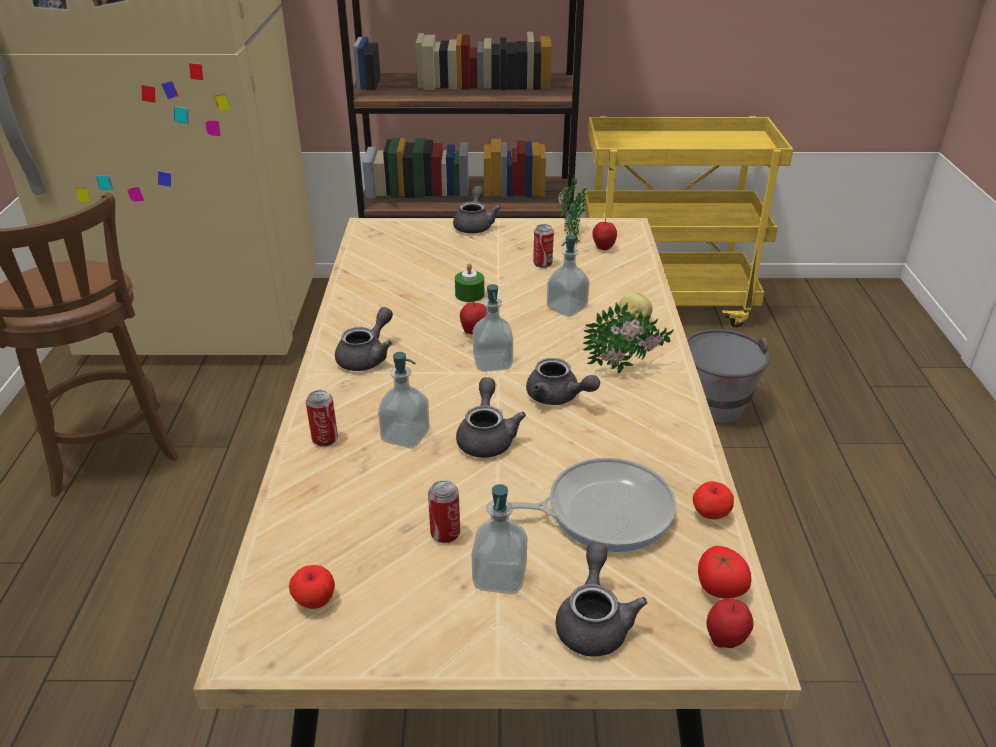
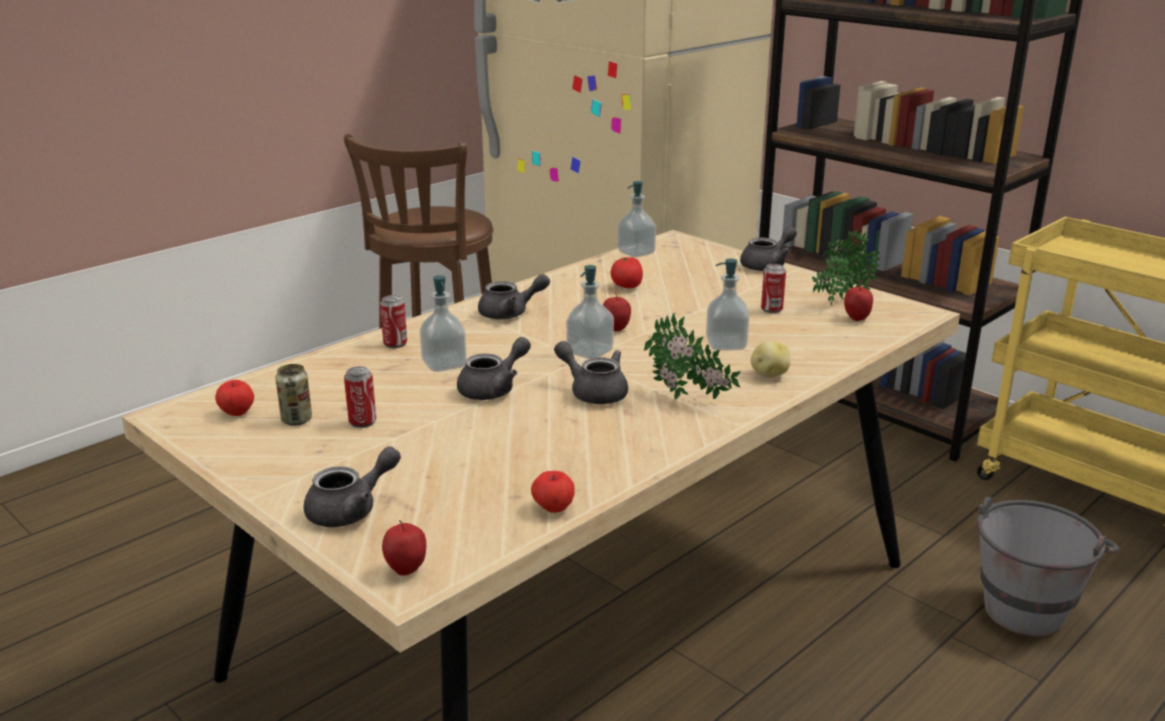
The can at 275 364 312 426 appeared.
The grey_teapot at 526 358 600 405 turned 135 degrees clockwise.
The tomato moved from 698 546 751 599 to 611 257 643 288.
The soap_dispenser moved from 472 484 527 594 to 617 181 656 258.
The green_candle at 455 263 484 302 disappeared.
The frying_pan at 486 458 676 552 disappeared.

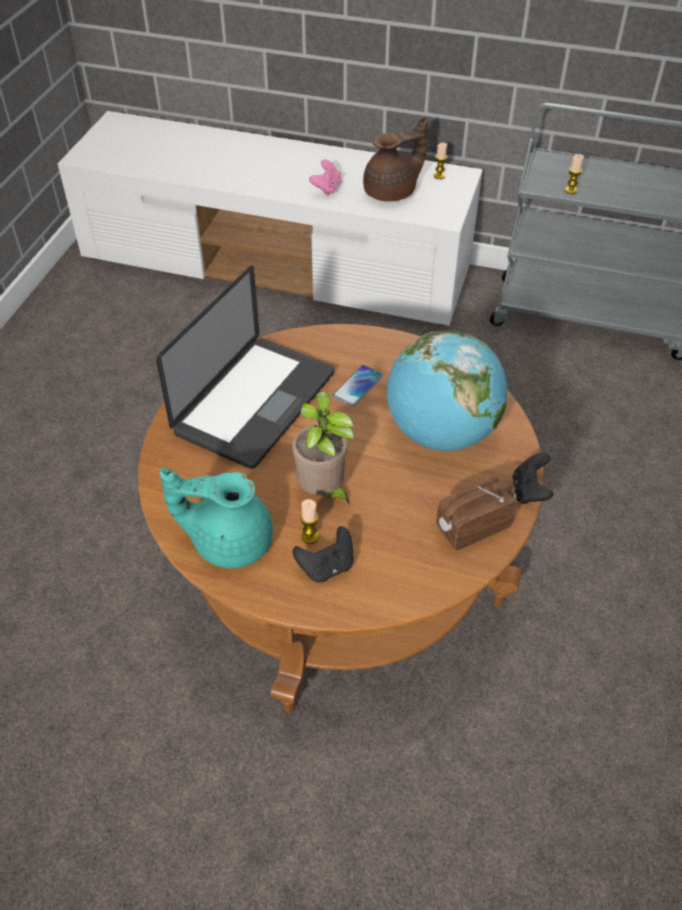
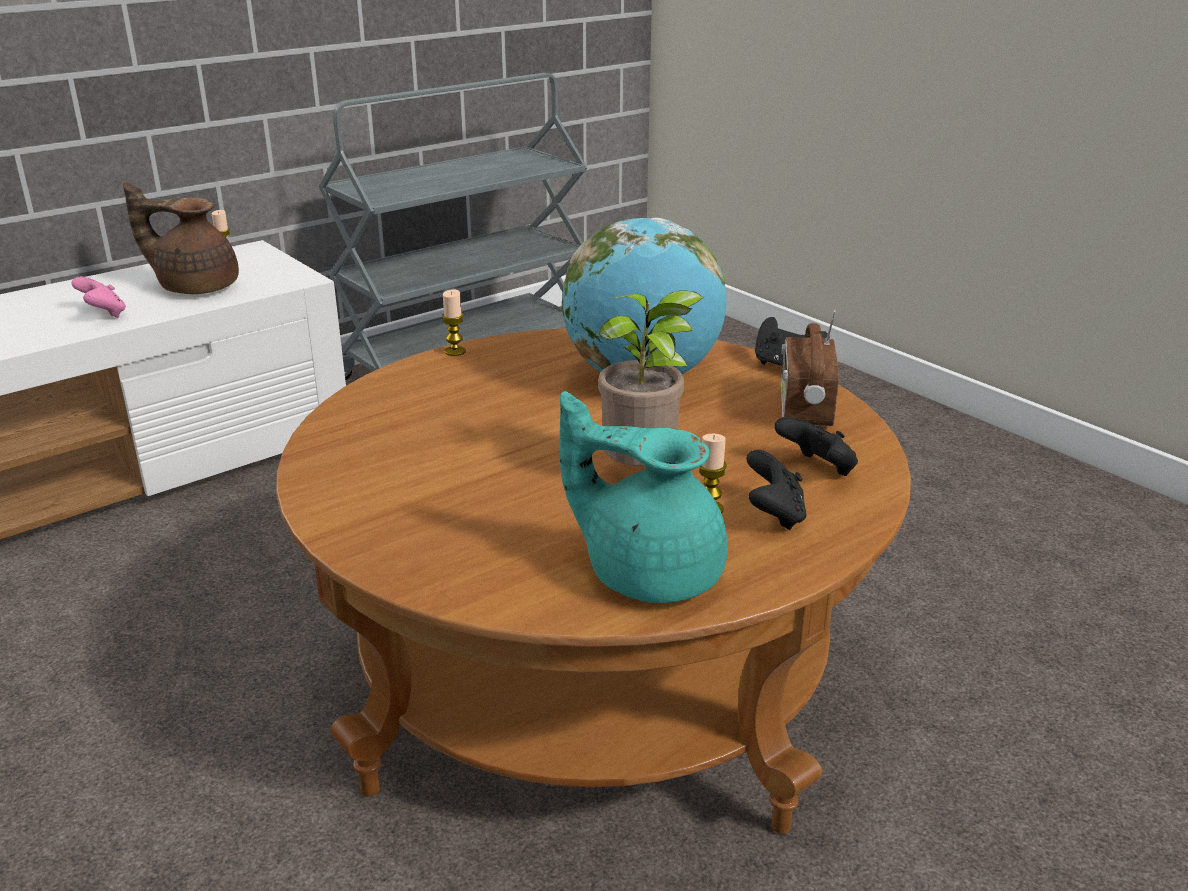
The brown_teapot at 363 116 428 202 turned 90 degrees counterclockwise.
The candle moved from 565 154 584 194 to 442 289 466 356.
The turquoise_teapot at 160 468 273 569 turned 75 degrees clockwise.
The black_game_controller at 774 417 858 476 appeared.
The laptop at 156 266 334 469 disappeared.
The phone at 333 365 383 407 disappeared.

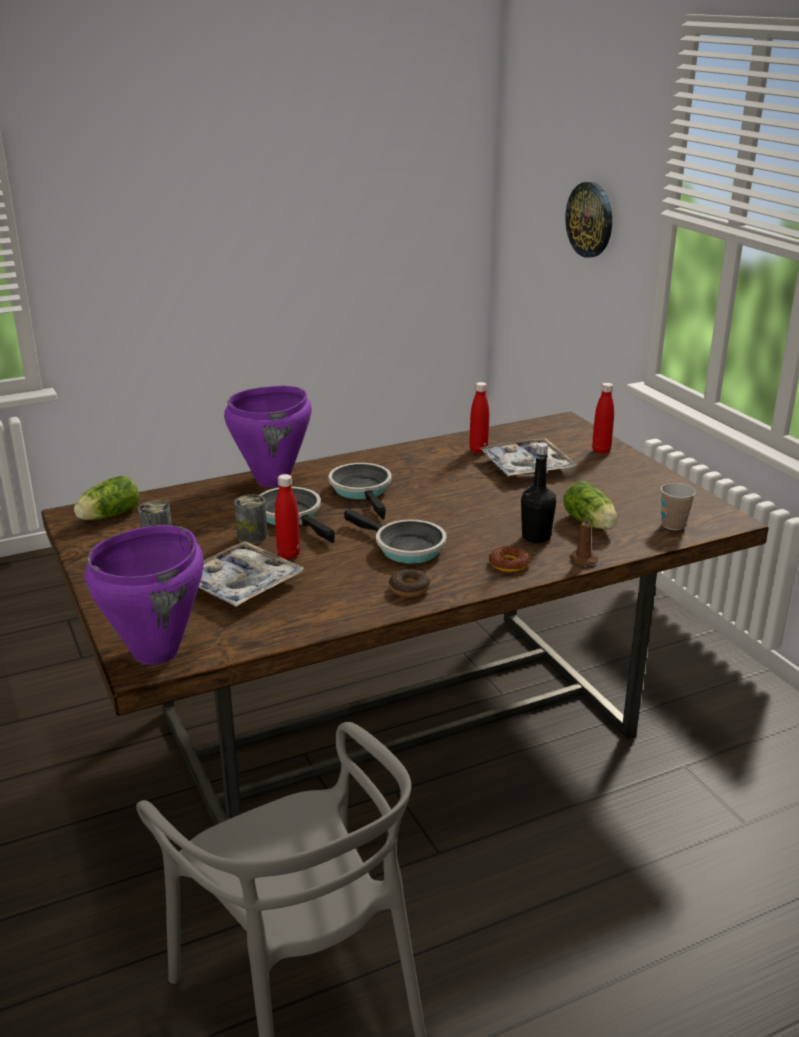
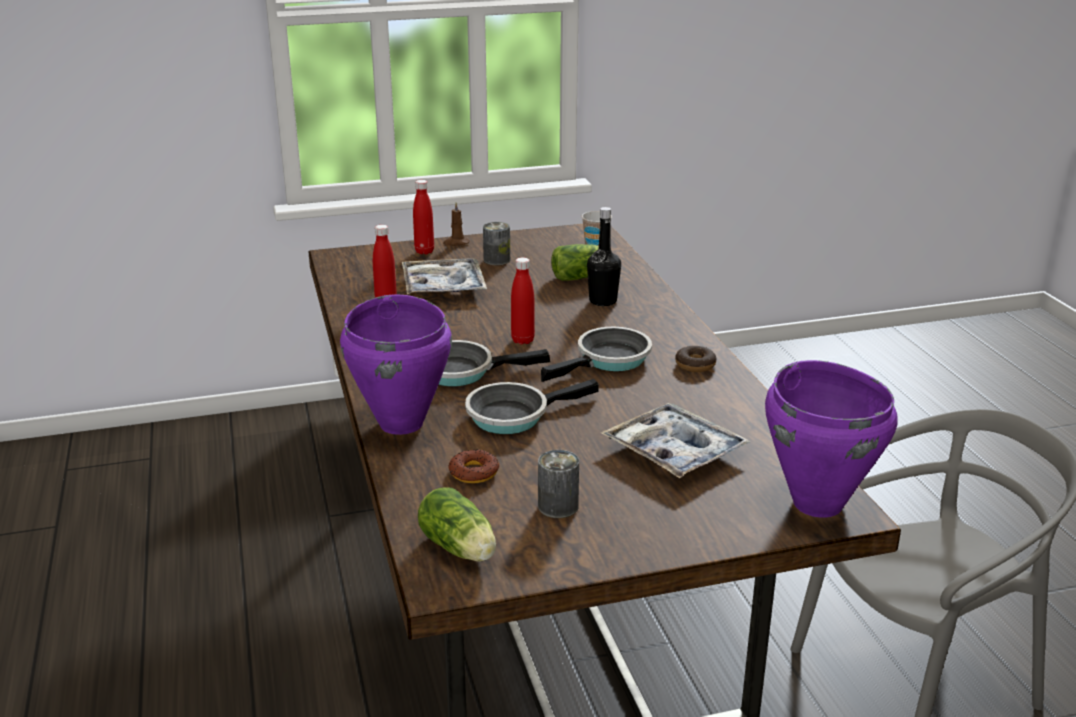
The brown_candle moved from 569 514 598 566 to 443 203 469 246.
The donut moved from 489 546 531 572 to 448 449 499 483.
The can moved from 234 494 268 544 to 483 222 510 265.
The red_bottle moved from 275 474 300 559 to 511 258 535 345.
The wall_clock at 565 182 612 258 disappeared.

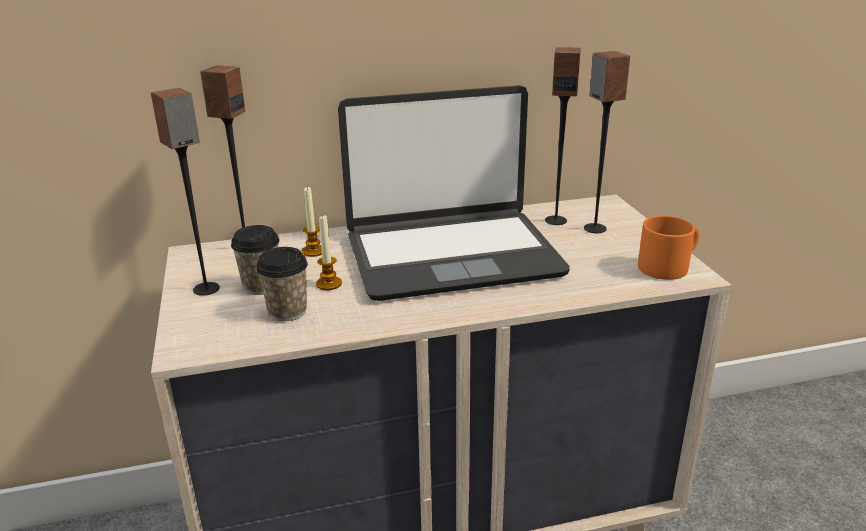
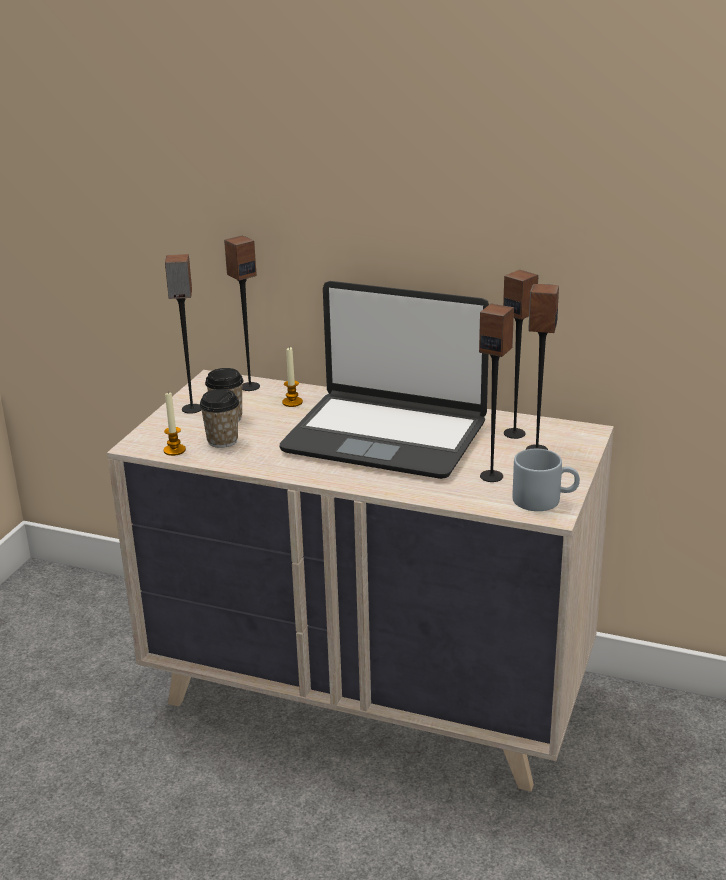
The candle moved from 316 214 342 290 to 163 393 186 456.
The speaker at 479 303 514 482 appeared.
The orange_mug at 638 216 699 280 became the grey_mug at 512 449 580 511.

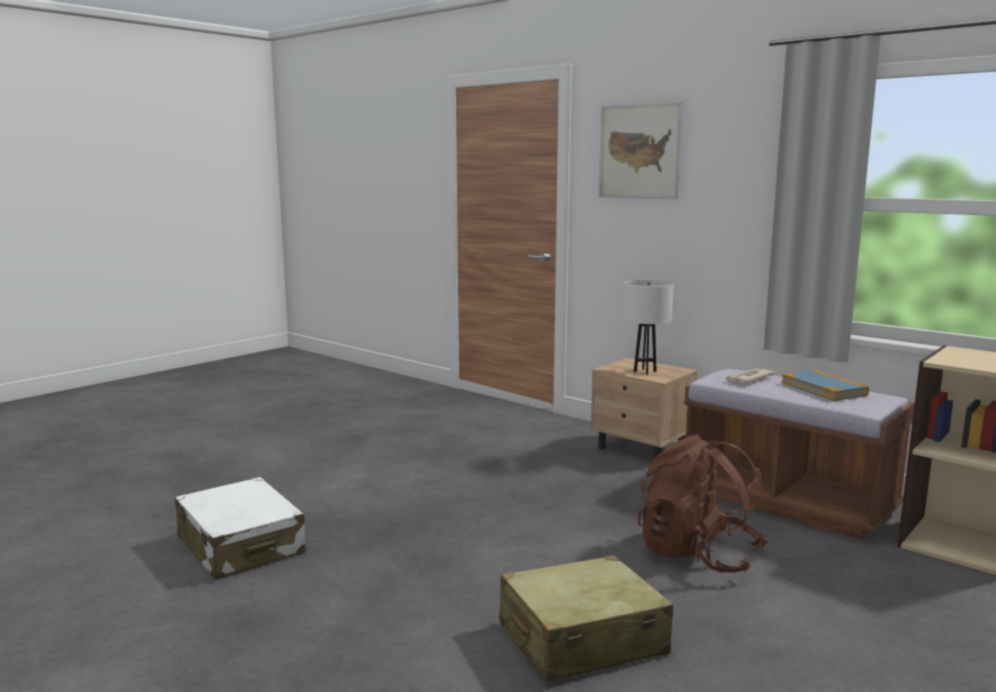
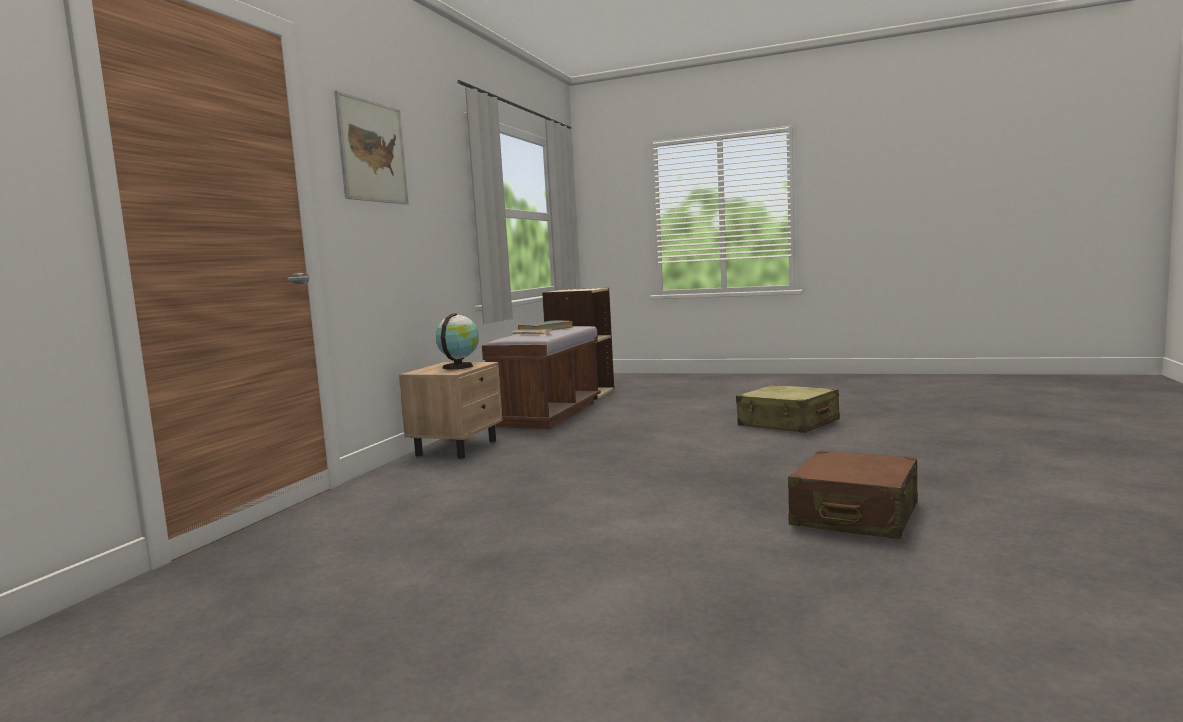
The white_table_lamp at 623 280 674 375 was replaced by the globe at 436 313 479 370.
The white_suitcase at 175 477 306 580 became the brown_suitcase at 788 450 918 539.
The brown_backpack at 638 434 768 573 disappeared.

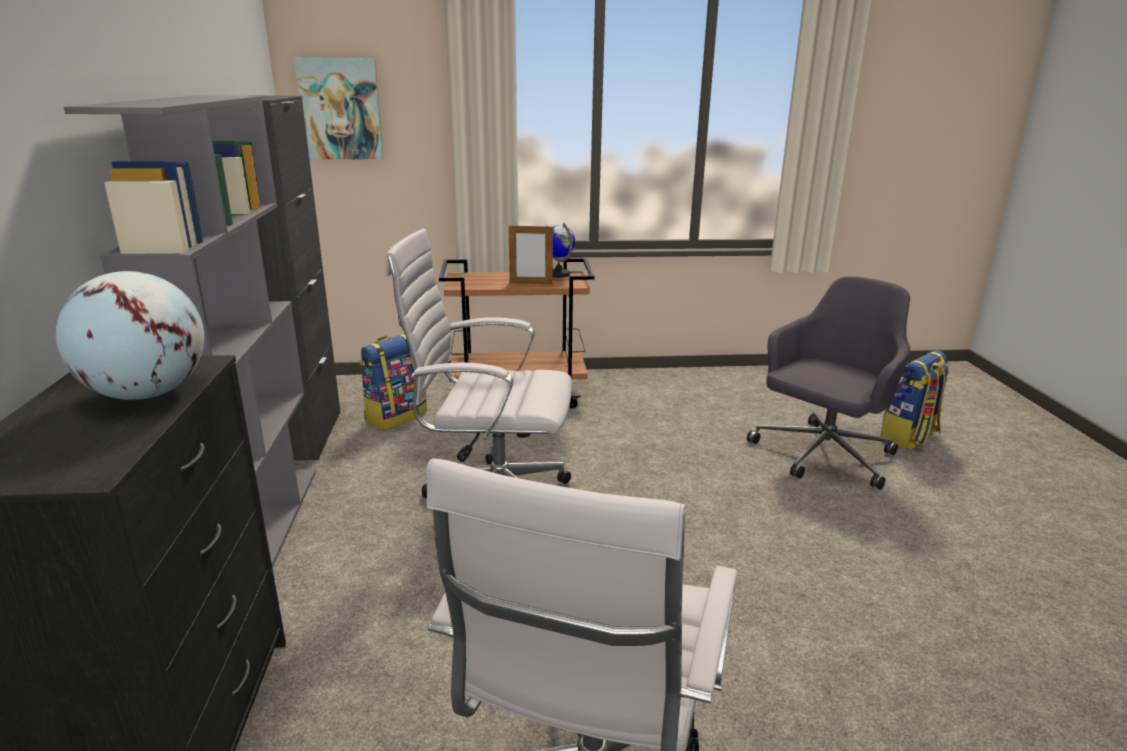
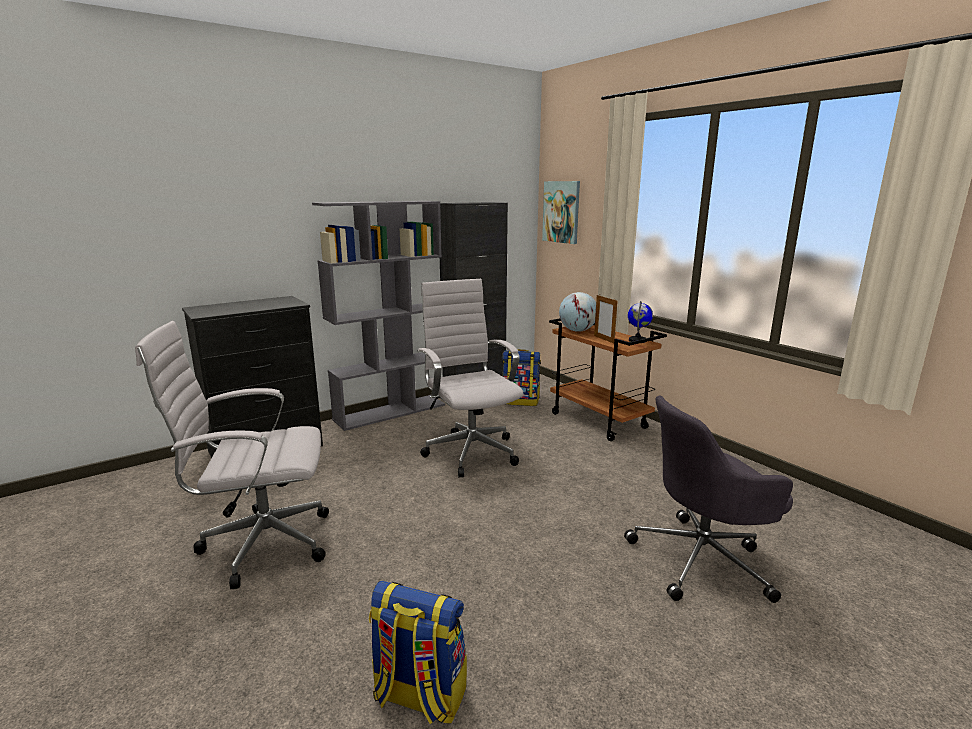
The backpack moved from 880 350 949 450 to 369 581 467 724.
The globe moved from 55 271 204 400 to 559 292 596 332.
The grey_office_chair at 747 276 910 490 turned 150 degrees clockwise.

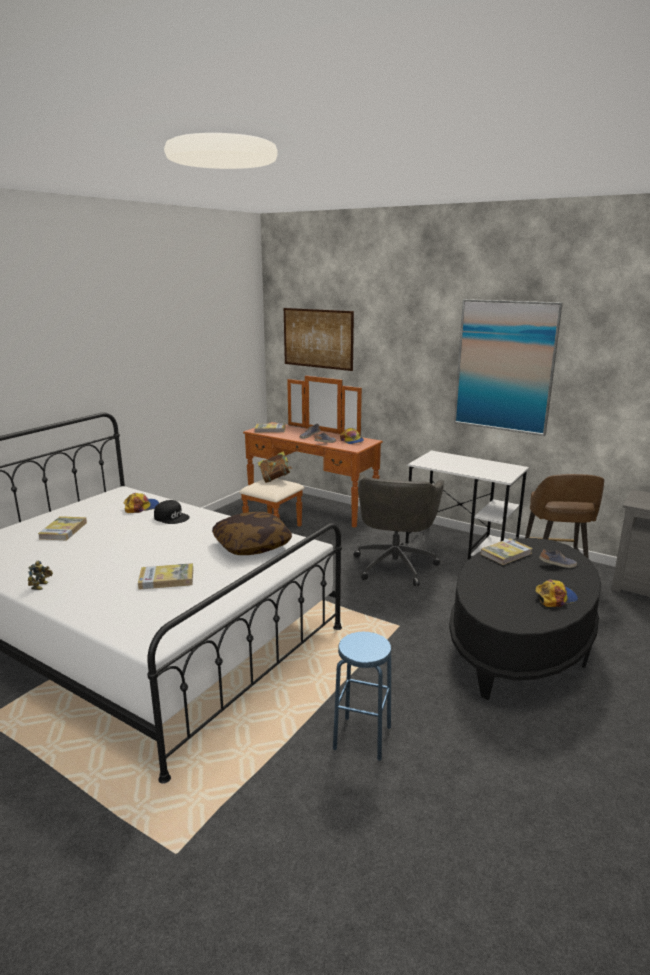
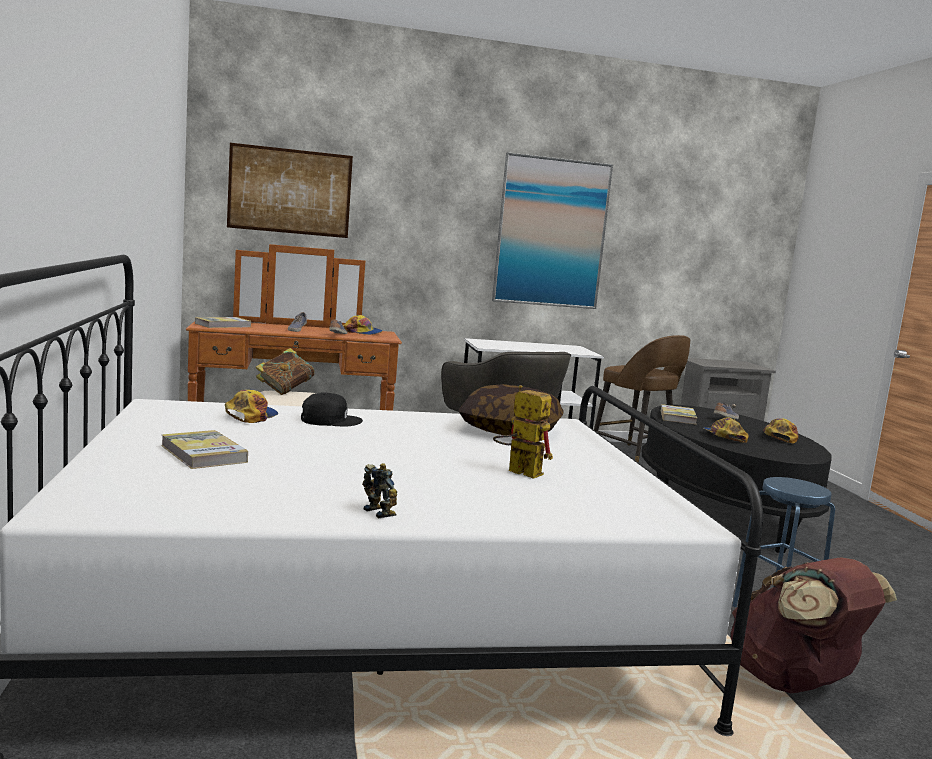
The book at 138 563 193 590 was replaced by the toy_robot at 493 385 553 479.
The cap at 703 417 749 443 appeared.
The brown_backpack at 731 557 897 693 appeared.

